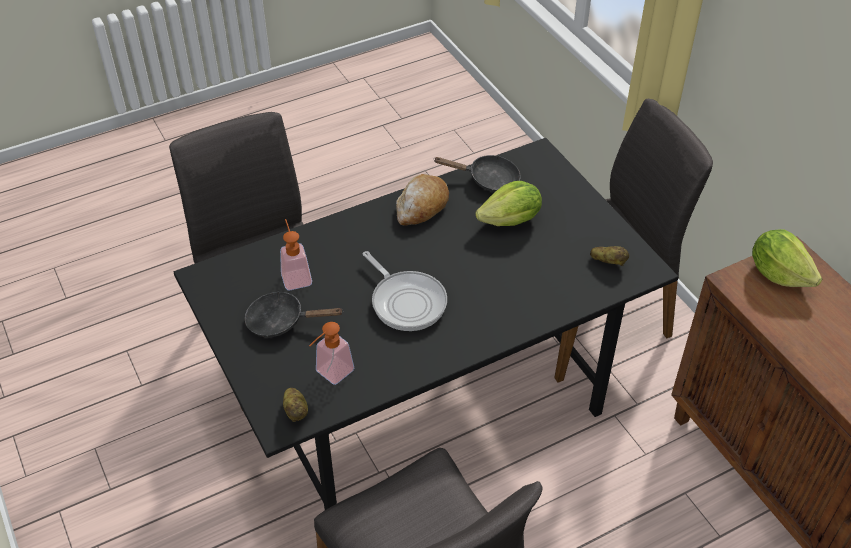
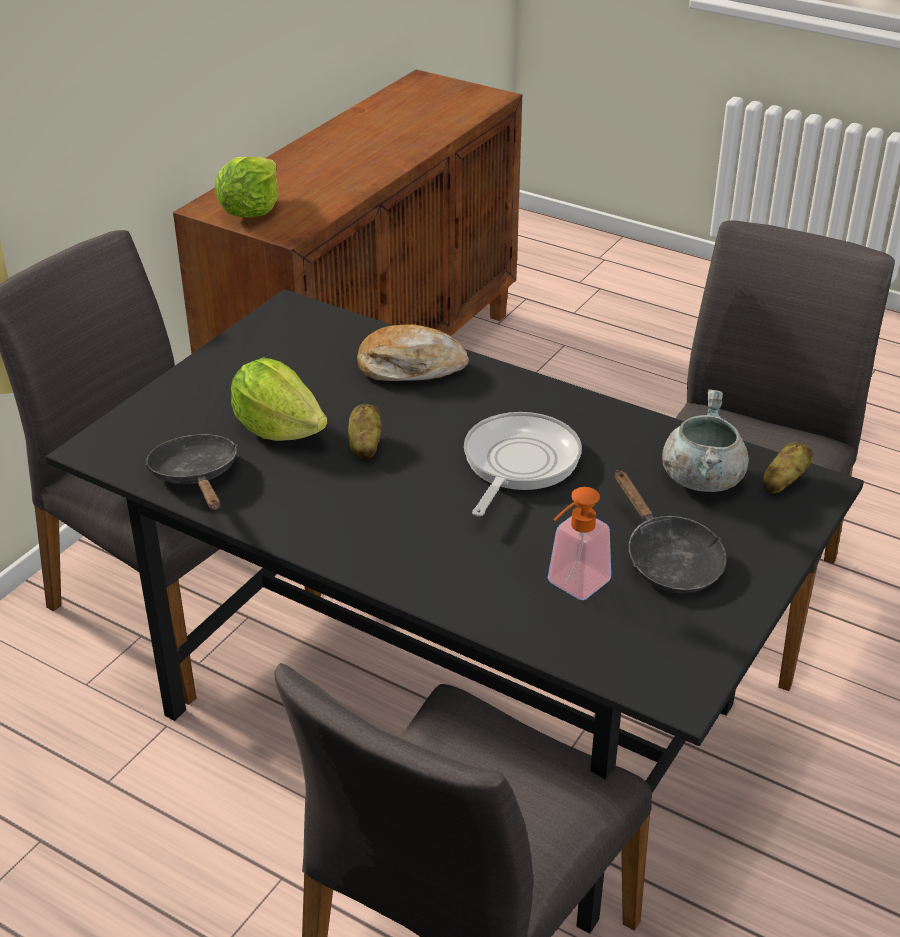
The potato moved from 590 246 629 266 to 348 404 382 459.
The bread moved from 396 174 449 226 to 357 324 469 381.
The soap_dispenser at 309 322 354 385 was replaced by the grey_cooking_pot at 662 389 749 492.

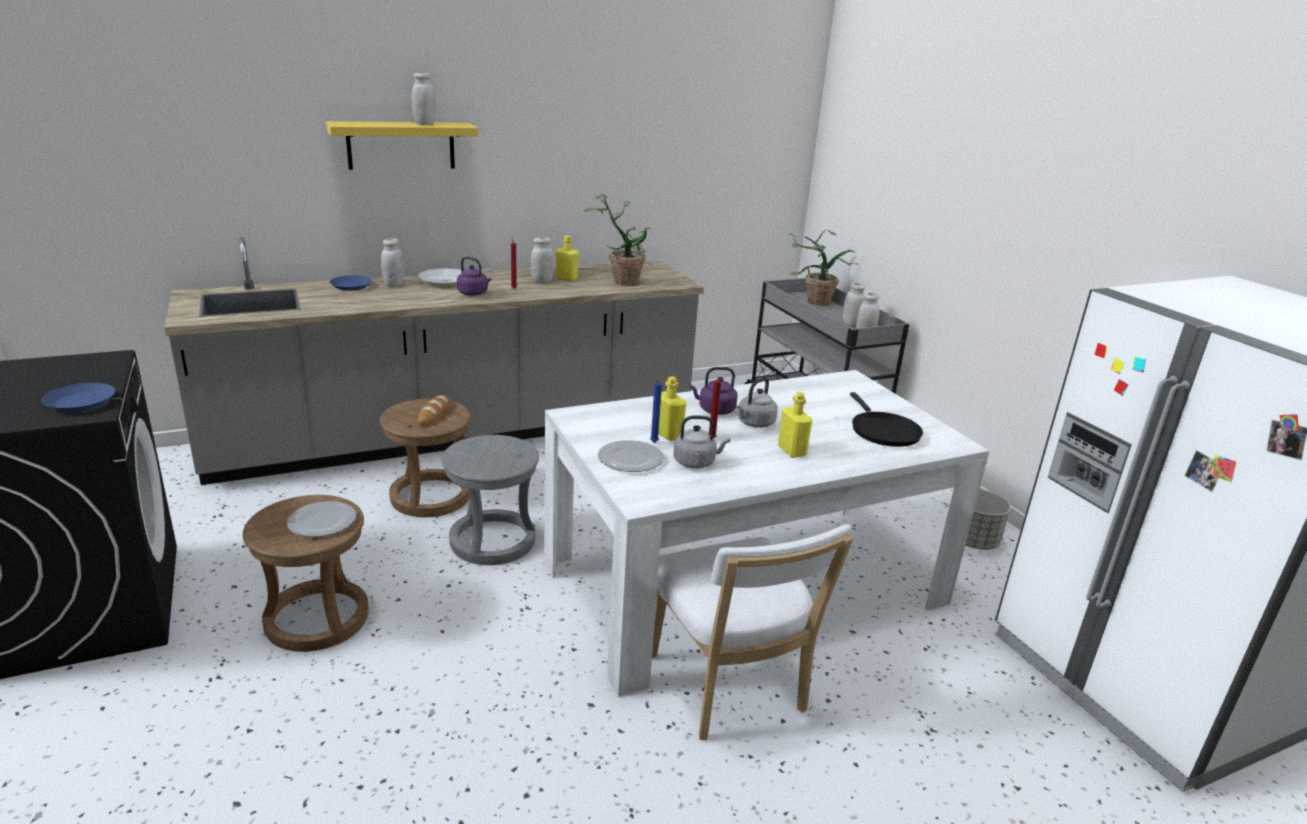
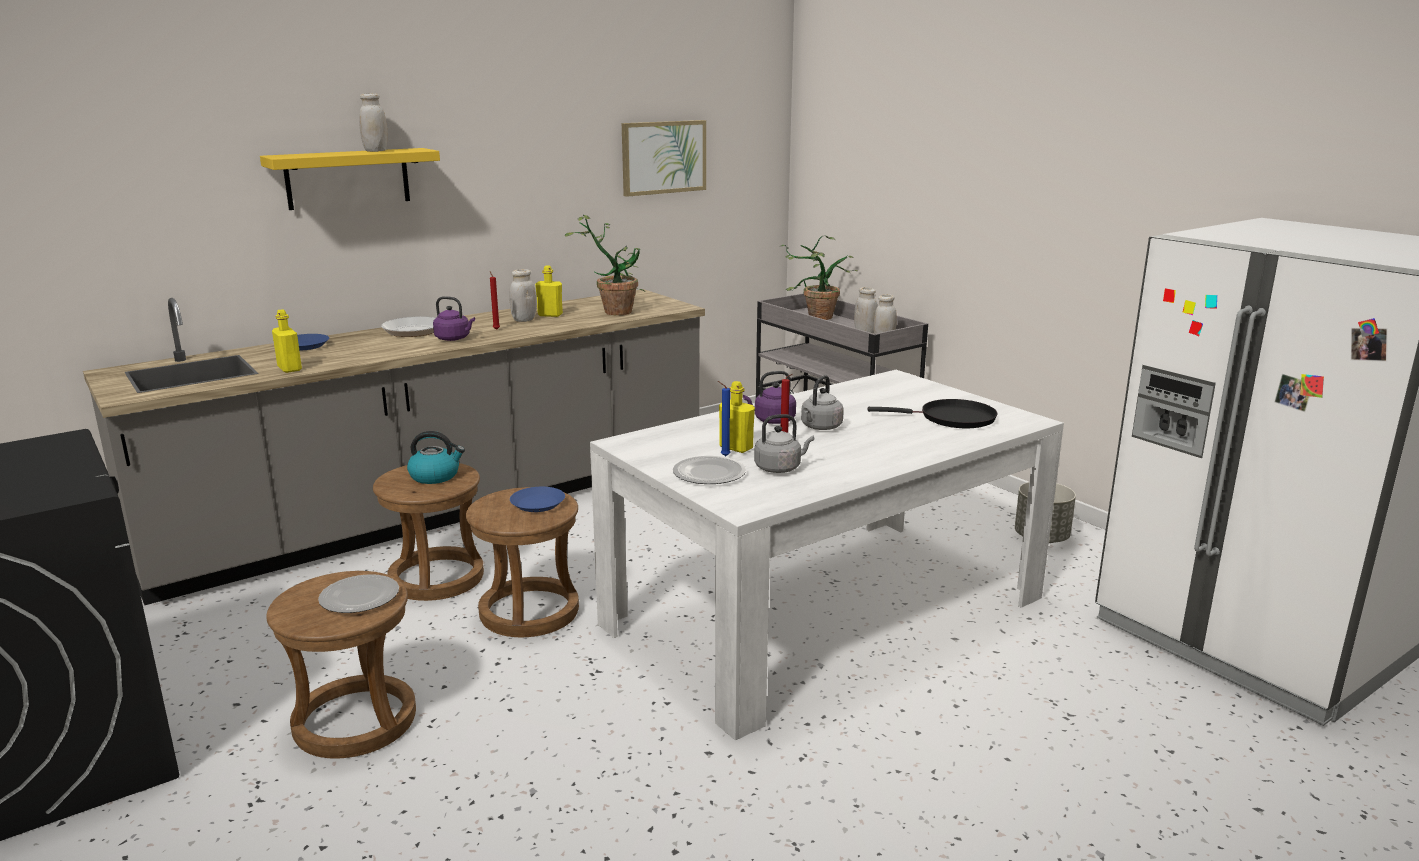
The yellow_bottle moved from 778 392 813 458 to 272 309 302 373.
The bread at 418 395 450 426 was replaced by the kettle at 407 431 465 484.
The grey_stool at 442 435 539 565 became the brown_stool at 466 487 579 637.
The blue_plate moved from 42 383 115 412 to 510 487 565 512.
The picture at 622 120 706 197 appeared.
The black_frying_pan at 850 392 923 447 turned 60 degrees counterclockwise.
The white_jar at 381 238 404 287 disappeared.
The white_chair at 652 524 854 740 disappeared.

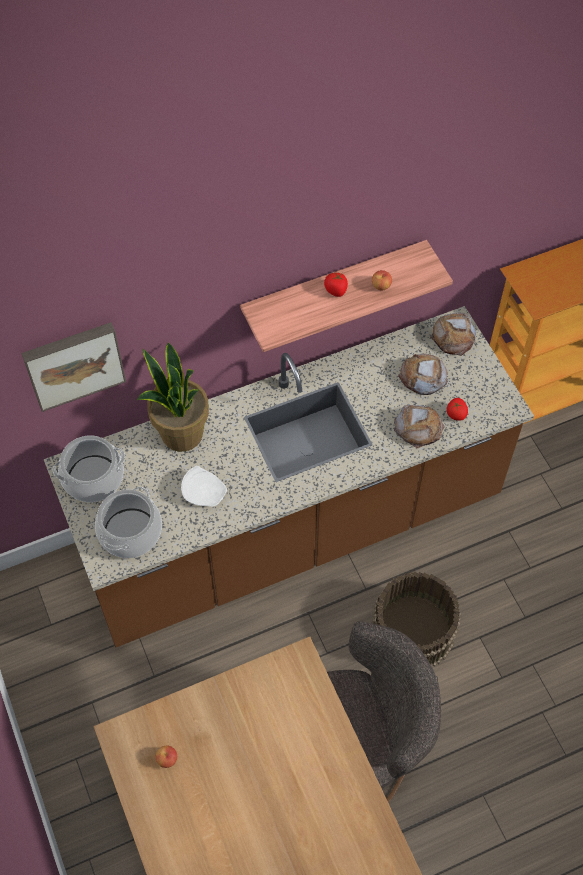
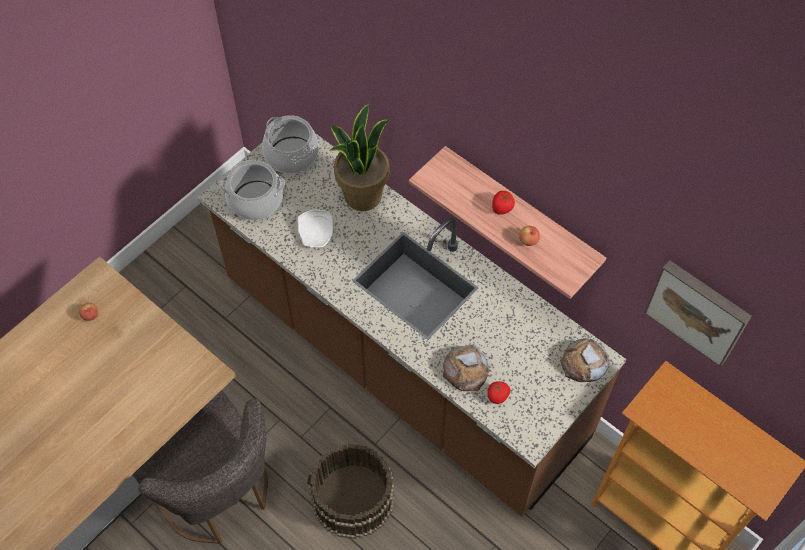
The picture moved from 21 322 126 412 to 644 260 752 367.
The bread at 398 354 448 395 disappeared.

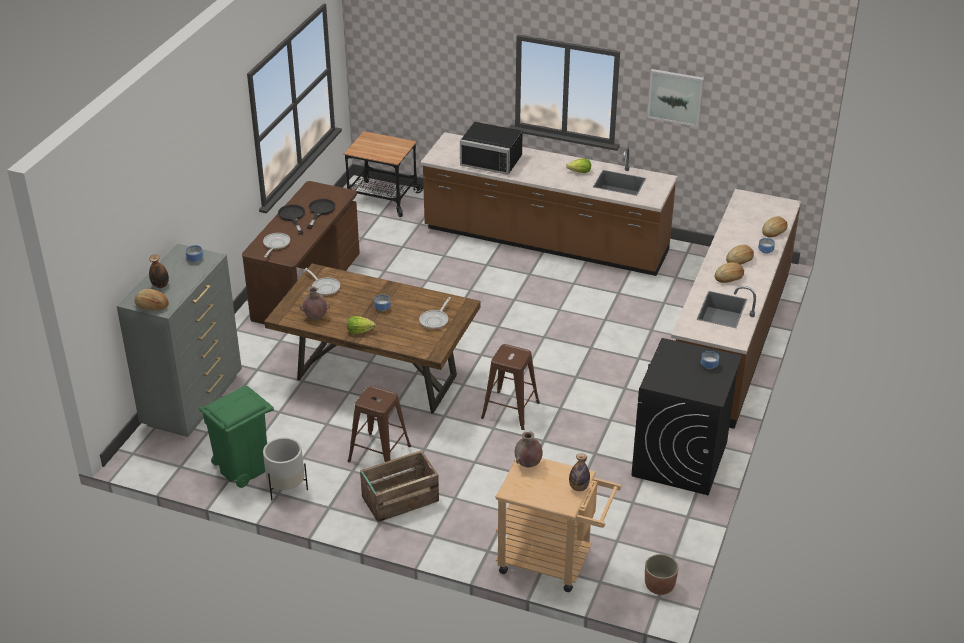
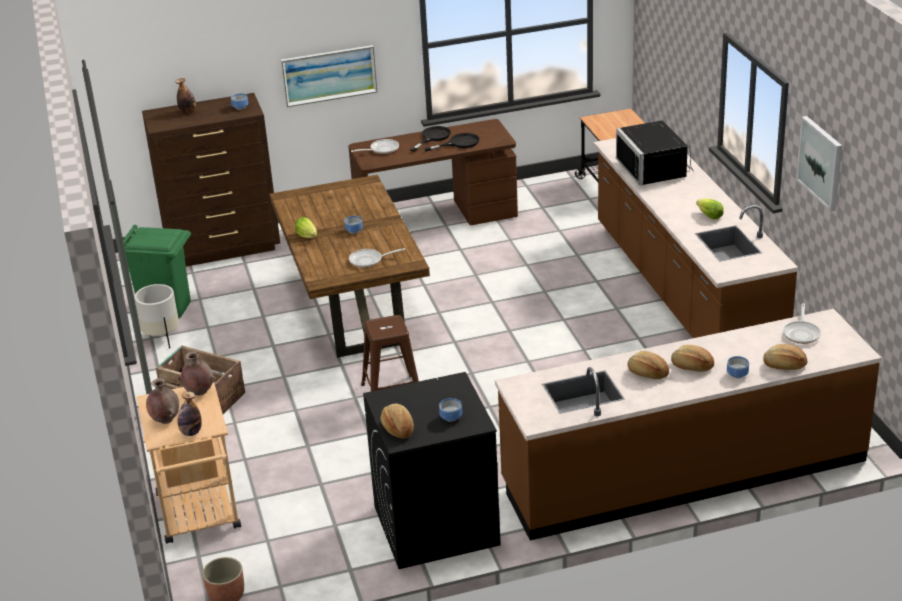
The grey_dresser at 117 244 242 437 became the brown_dresser at 142 93 280 267.
The brown_vase moved from 300 286 330 320 to 146 378 179 424.
The picture at 281 45 377 107 appeared.
The bread moved from 135 289 169 311 to 381 403 414 438.
The frying_pan moved from 305 268 340 296 to 783 303 821 344.
The brown_stool at 348 386 411 462 disappeared.

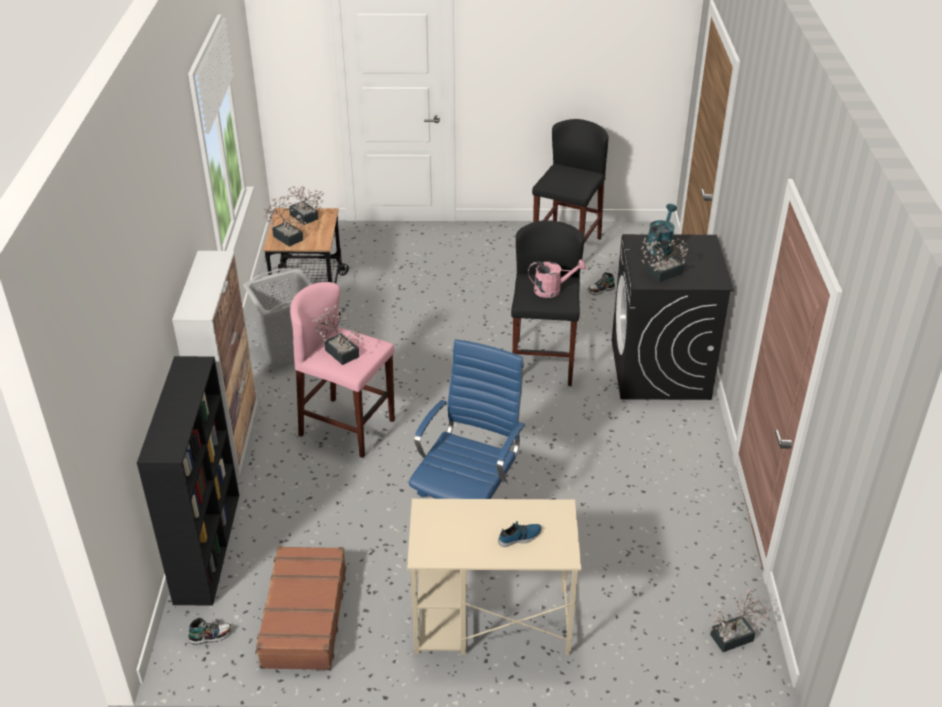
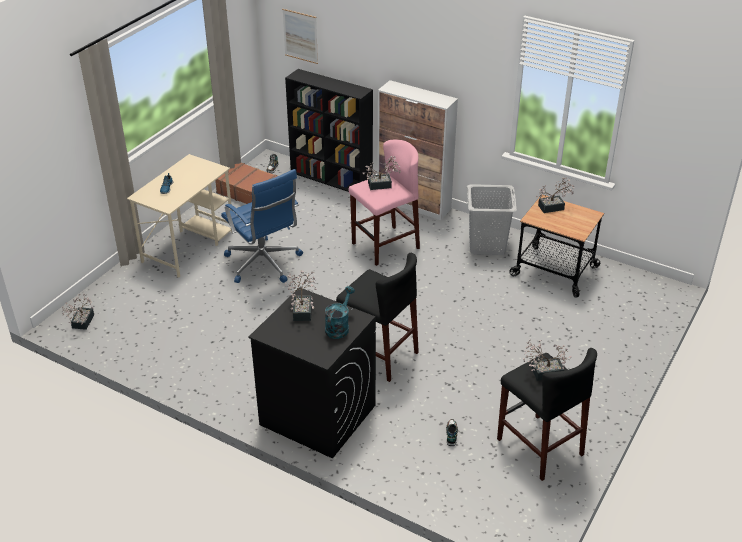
The picture at 282 9 318 64 appeared.
The turquoise_watering_can at 646 204 677 257 turned 120 degrees counterclockwise.
The potted_plant moved from 283 186 325 225 to 523 339 571 381.
The pink_watering_can at 528 259 586 298 disappeared.

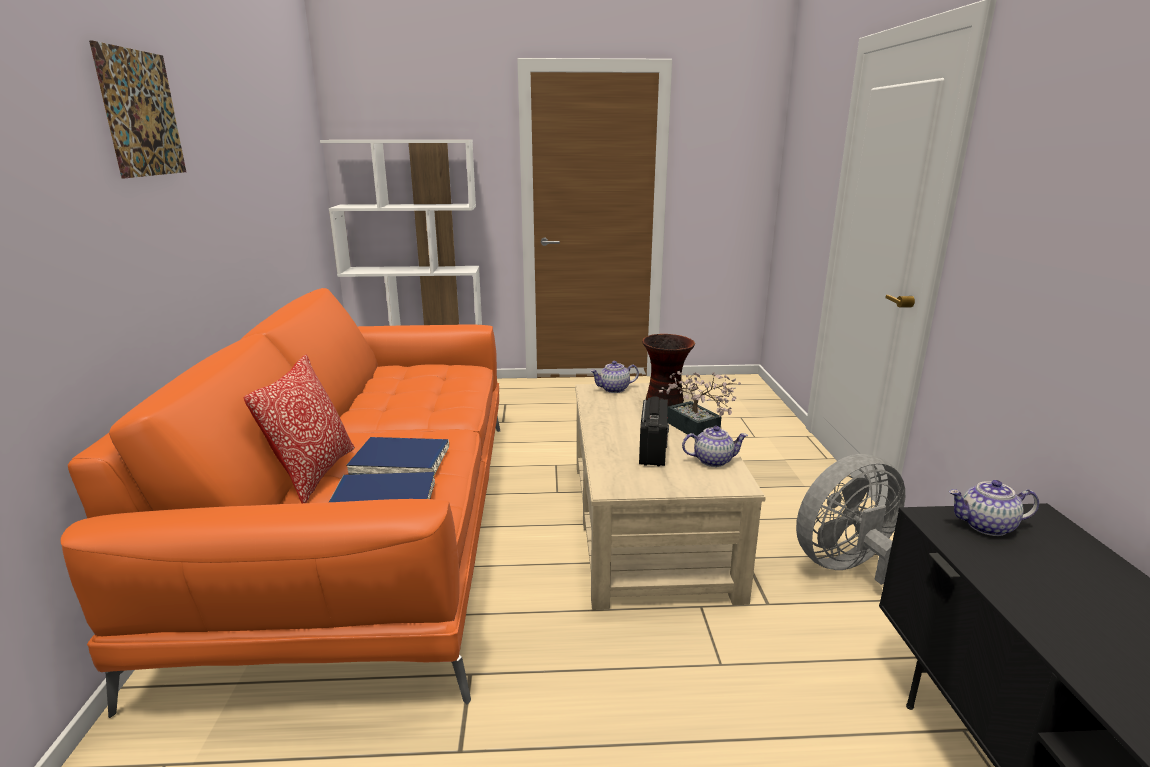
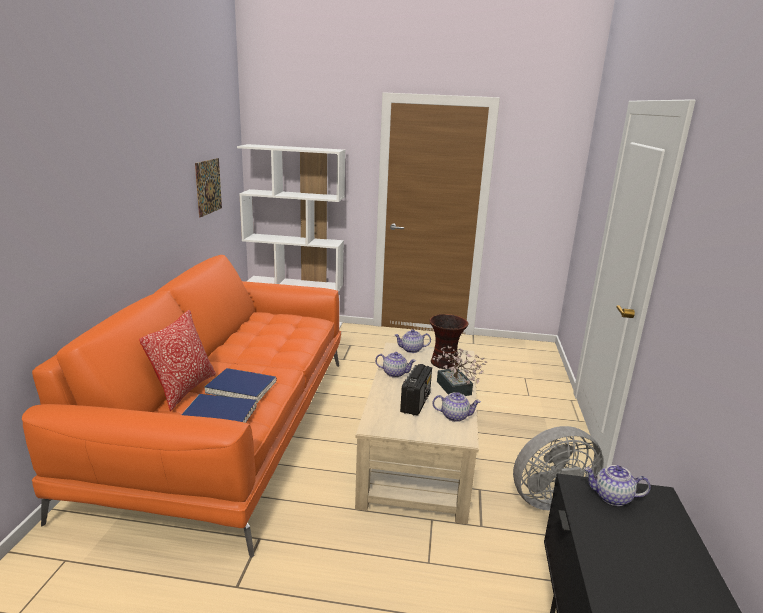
The picture moved from 89 40 186 178 to 195 158 222 217.
The teapot at 375 352 416 378 appeared.

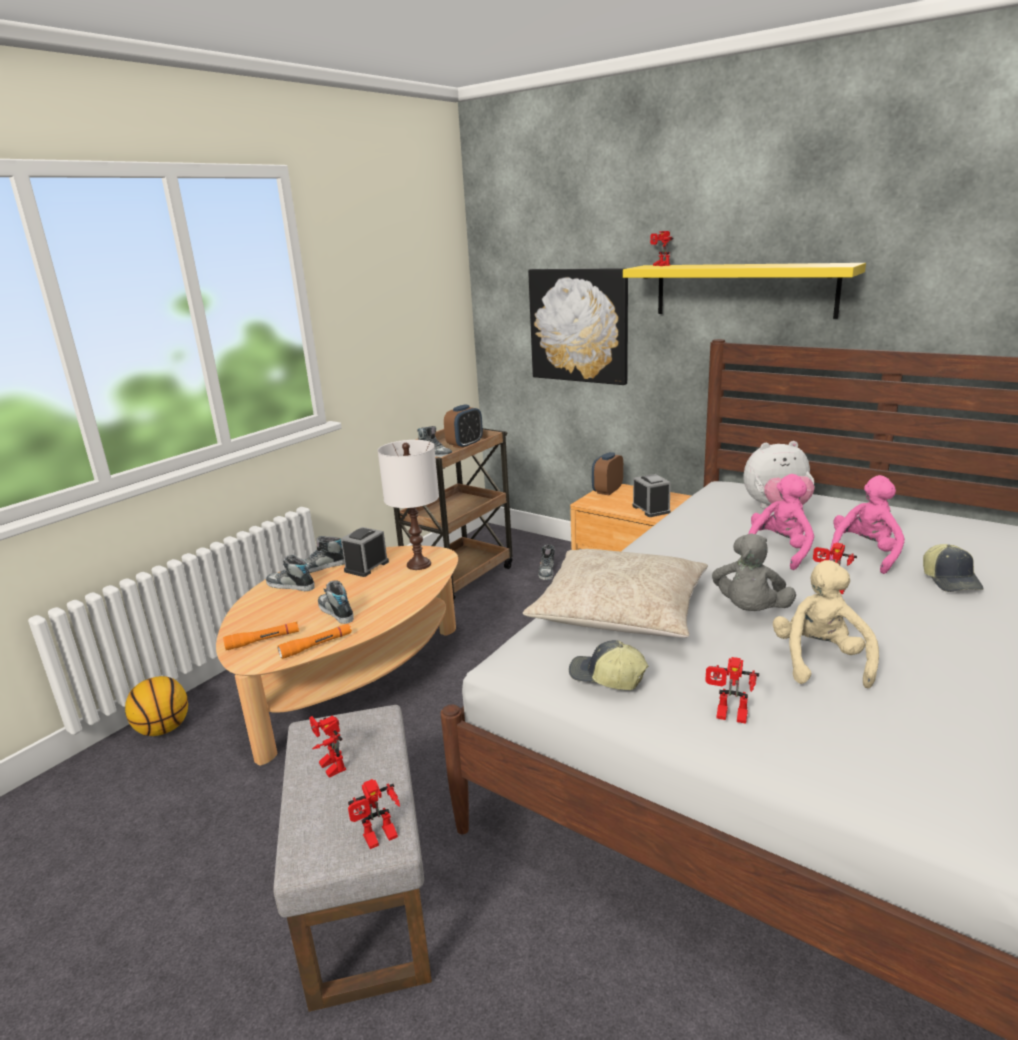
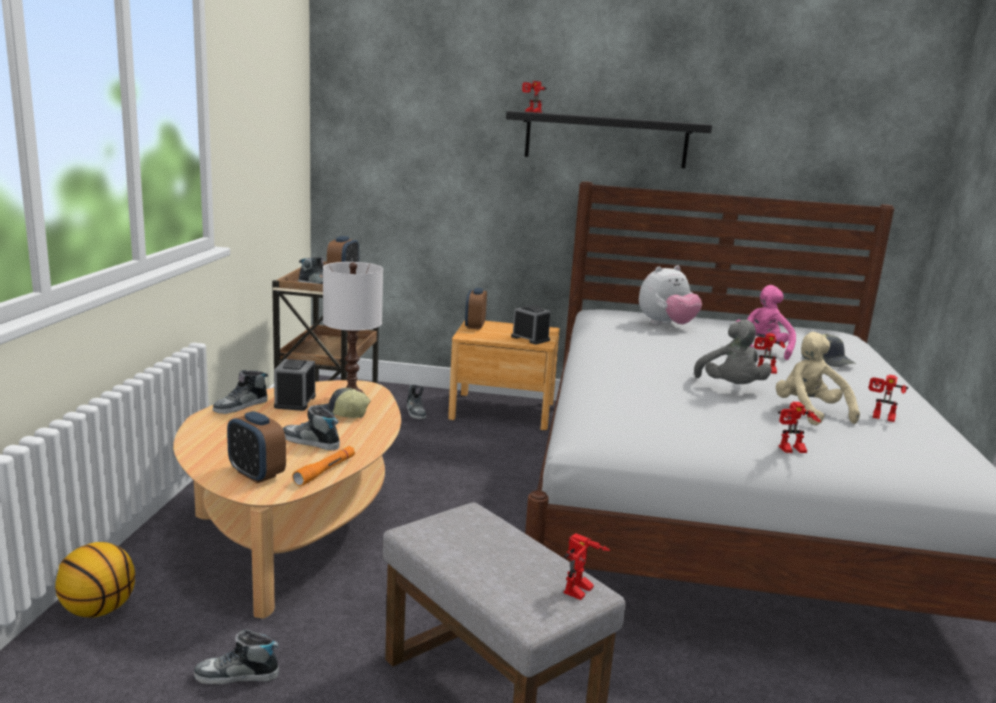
The shoe moved from 266 555 315 591 to 194 629 279 685.
The orange_flashlight at 223 622 299 650 was replaced by the alarm_clock at 227 411 286 483.
The cap moved from 569 640 648 690 to 319 388 371 418.
The yellow_shelf at 623 263 866 319 became the black_shelf at 506 111 712 168.
The toy_robot moved from 309 716 346 778 to 868 375 908 422.
The beige_pillow at 523 549 708 638 disappeared.
The picture at 528 268 628 385 disappeared.
The pink_plush_toy at 748 474 814 570 disappeared.

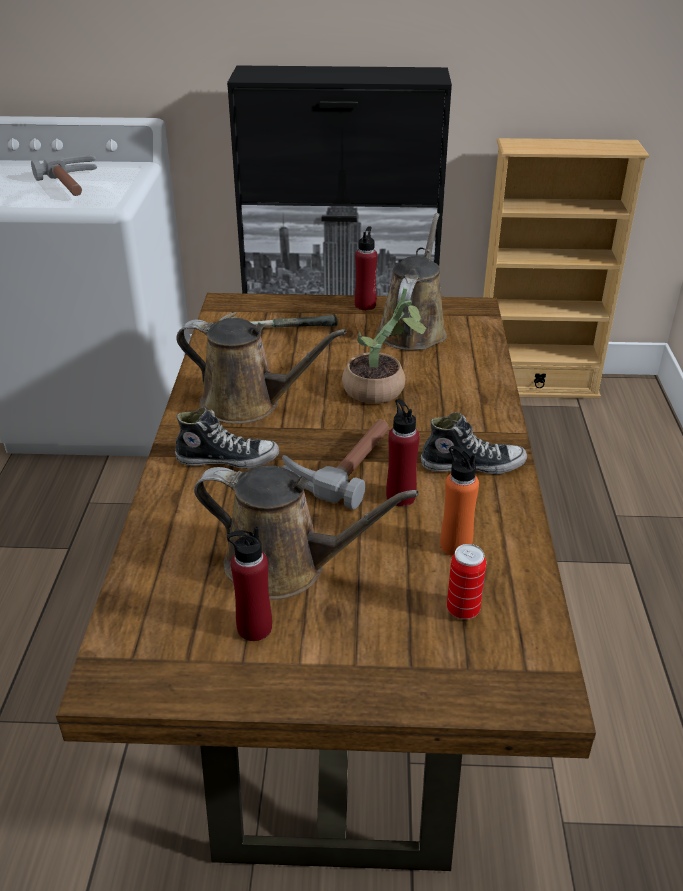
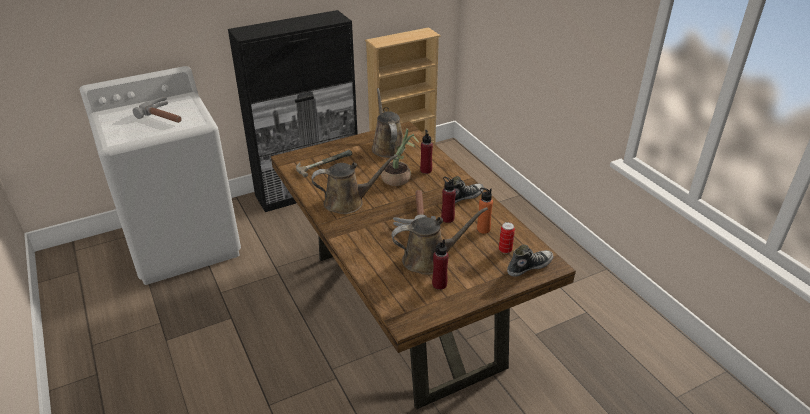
The red_bottle moved from 355 226 377 310 to 420 130 433 174.
The shoe moved from 175 407 279 469 to 507 245 553 277.

